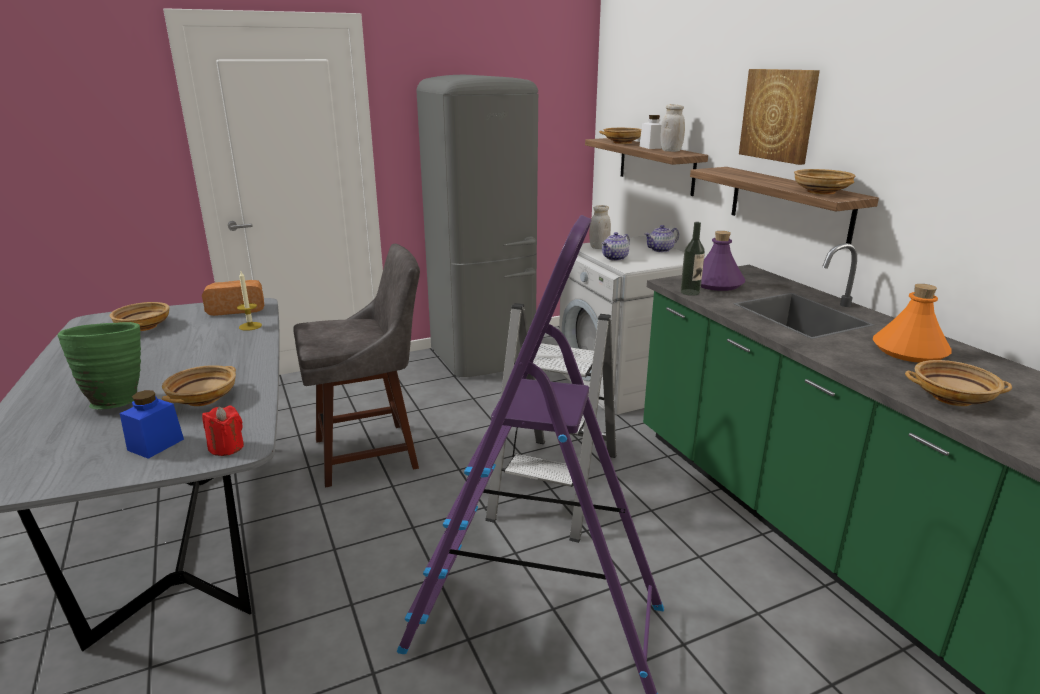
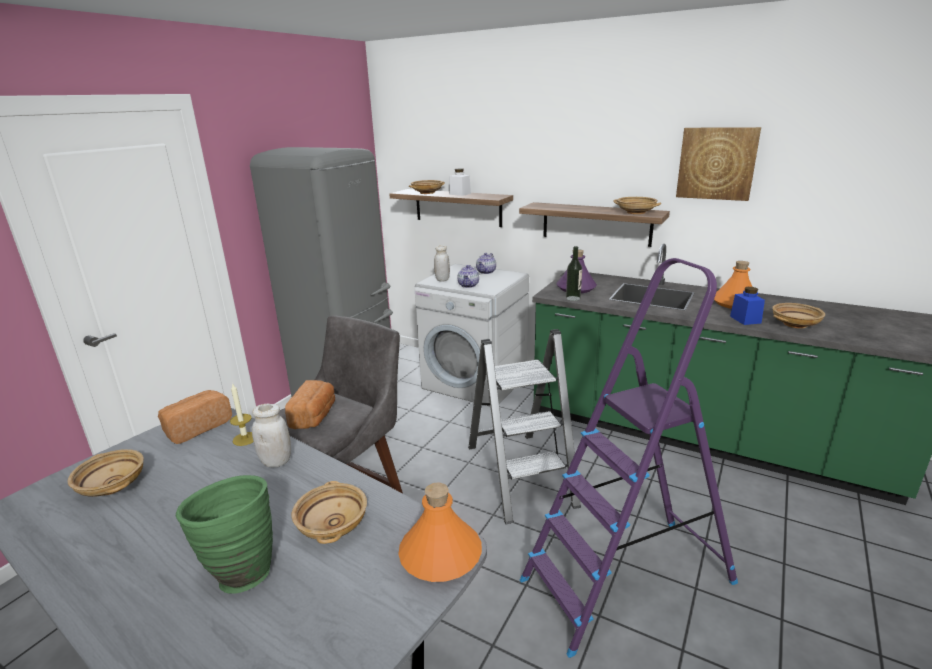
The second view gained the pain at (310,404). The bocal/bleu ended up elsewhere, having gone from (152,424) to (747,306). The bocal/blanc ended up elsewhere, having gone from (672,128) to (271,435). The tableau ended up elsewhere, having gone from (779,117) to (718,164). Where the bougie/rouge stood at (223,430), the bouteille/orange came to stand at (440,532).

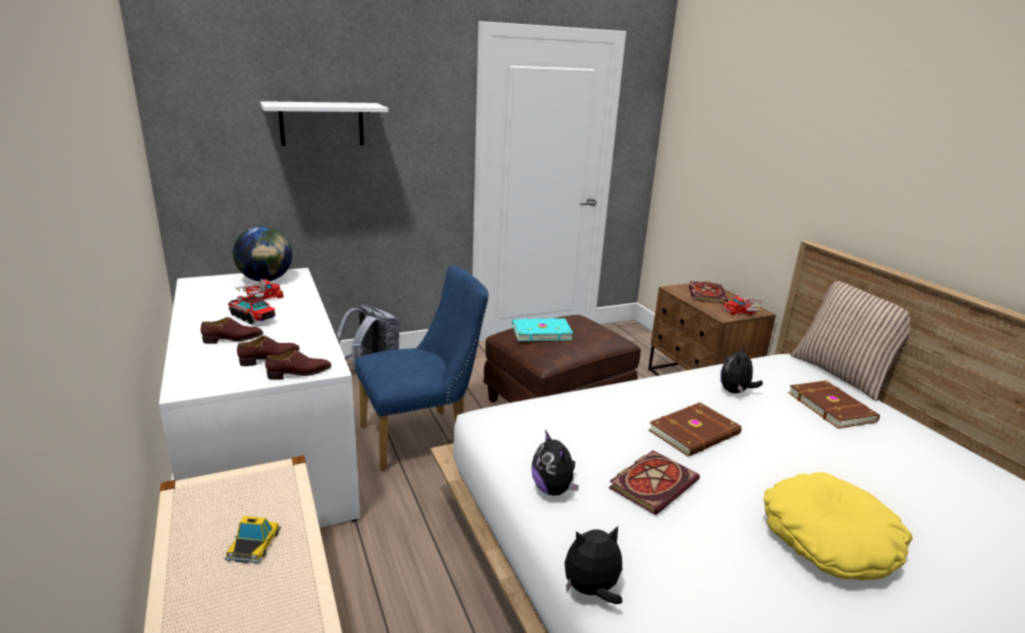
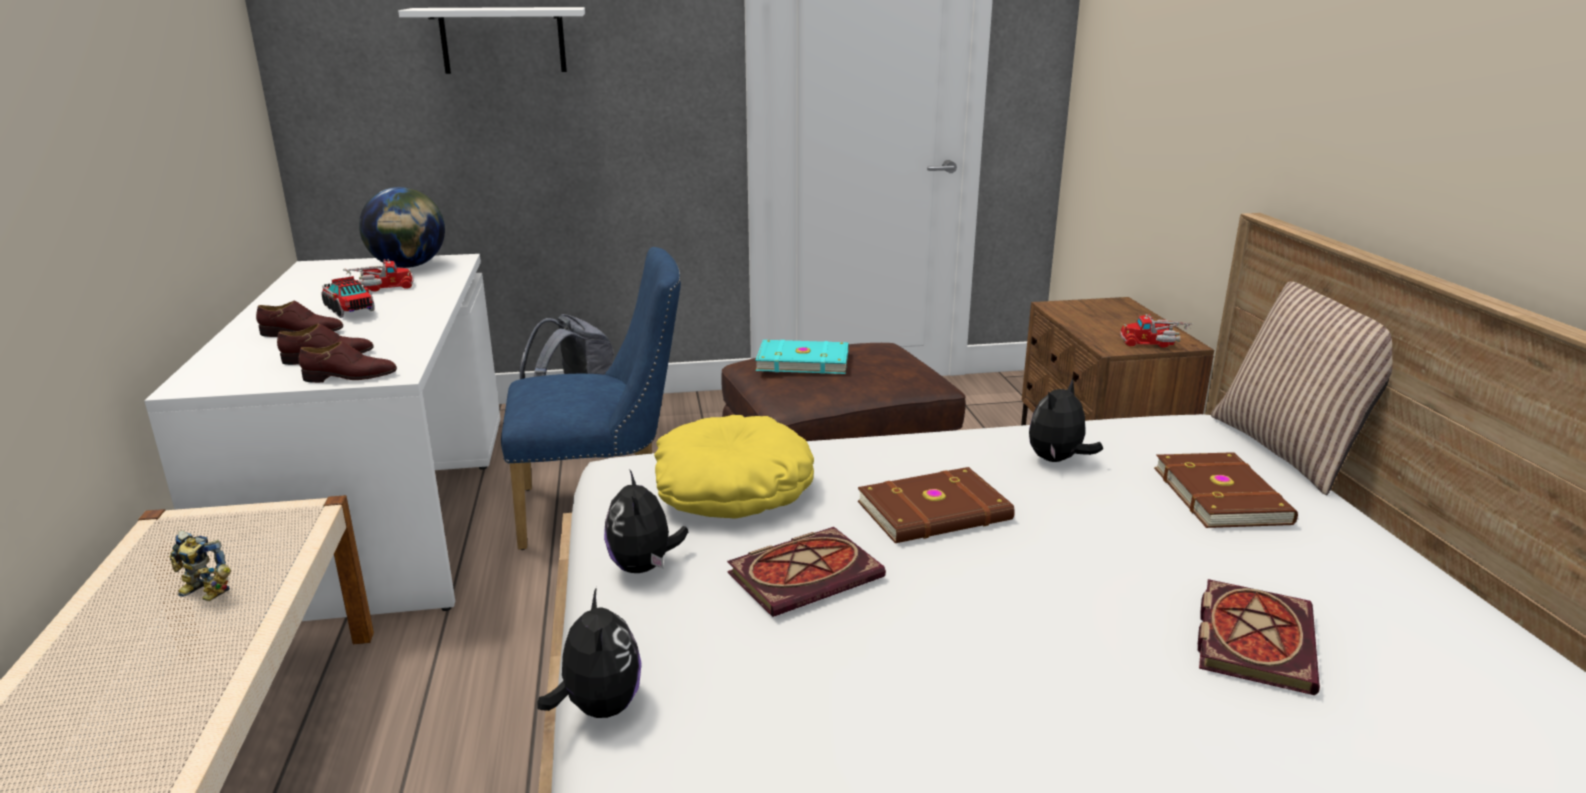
The livre ended up elsewhere, having gone from (708,292) to (1259,637). The coussin/jaune ended up elsewhere, having gone from (838,526) to (734,467). Where the petite voiture stood at (253,540), the robot jouet came to stand at (200,565). The peluche at (593,565) ended up facing another way, 75 degrees clockwise from before.

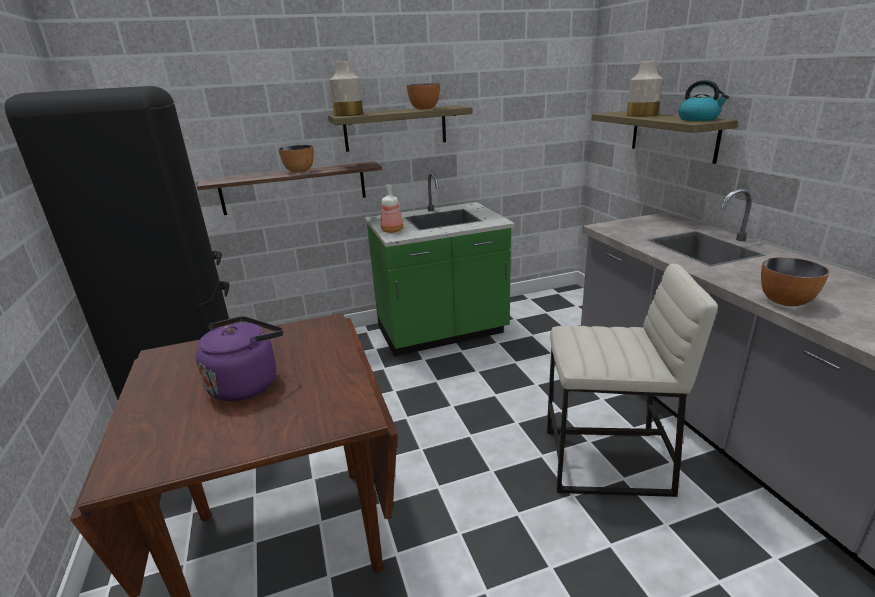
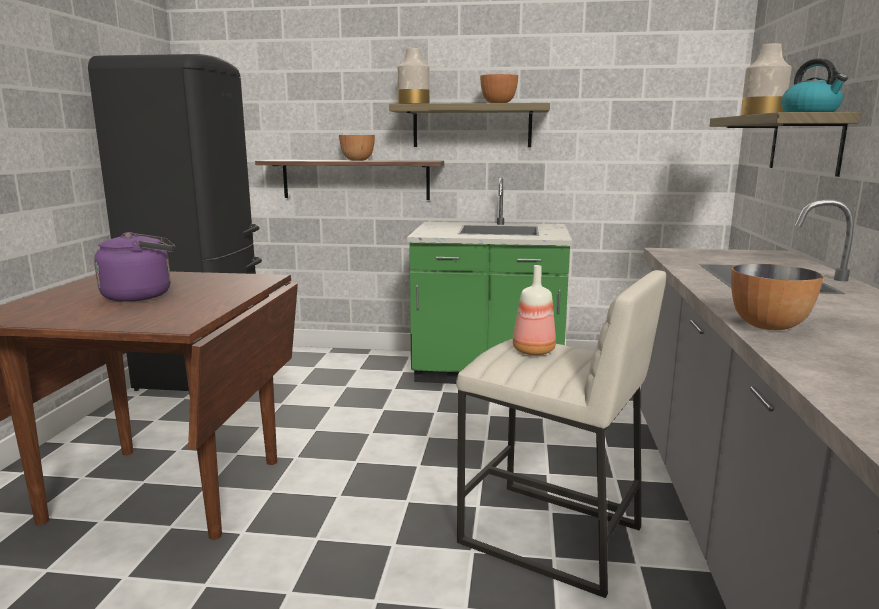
The bouteille ended up elsewhere, having gone from (392,208) to (534,310).

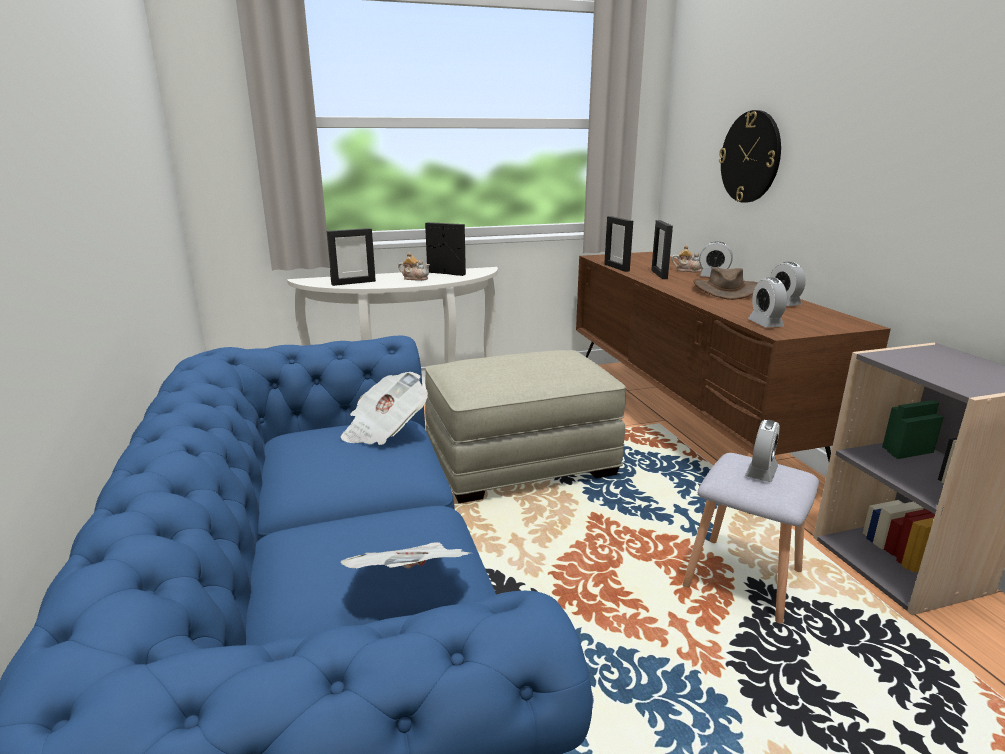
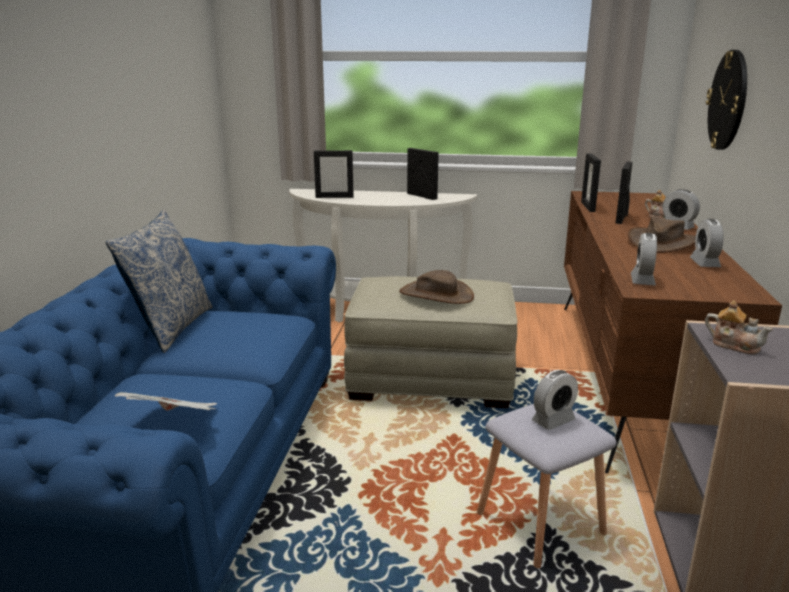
The second view lost the journal at (384,408). The second view gained the coussin at (159,281). The second view gained the chapeau/marron at (436,287). The théière ended up elsewhere, having gone from (414,266) to (739,327).

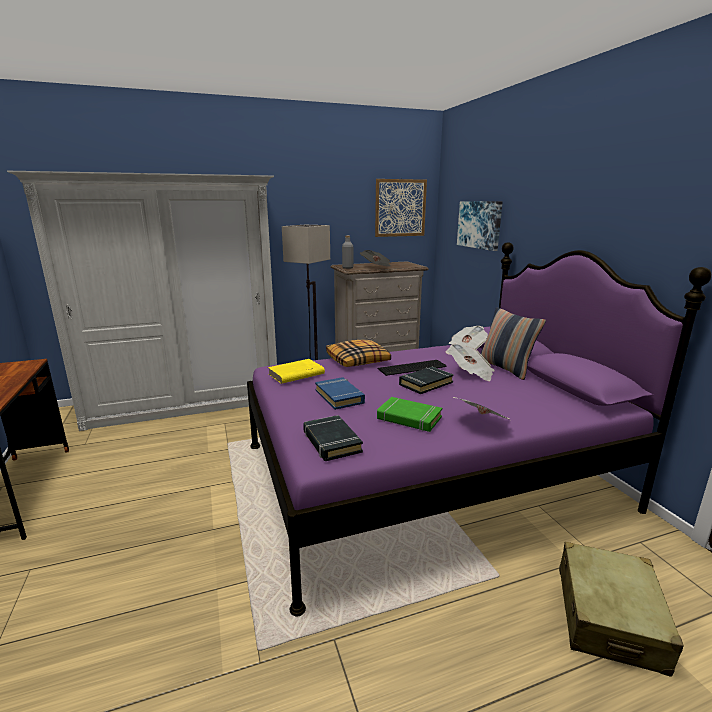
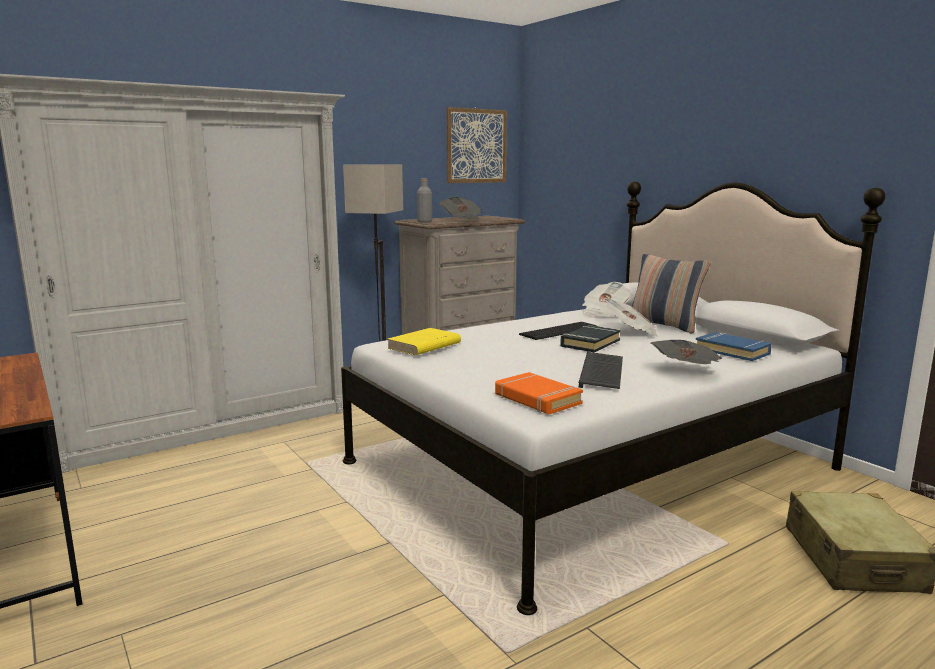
The second view lost the coussin at (358,353). The second view lost the tableau at (480,226). The livre/bleu ended up elsewhere, having gone from (340,393) to (734,346). Where the livre/vert stood at (409,414), the clavier came to stand at (601,370). What was the lit/violet at (479,429) turned into the lit/blanc at (613,398). What was the livre/noir at (333,438) turned into the livre/orange at (539,393).

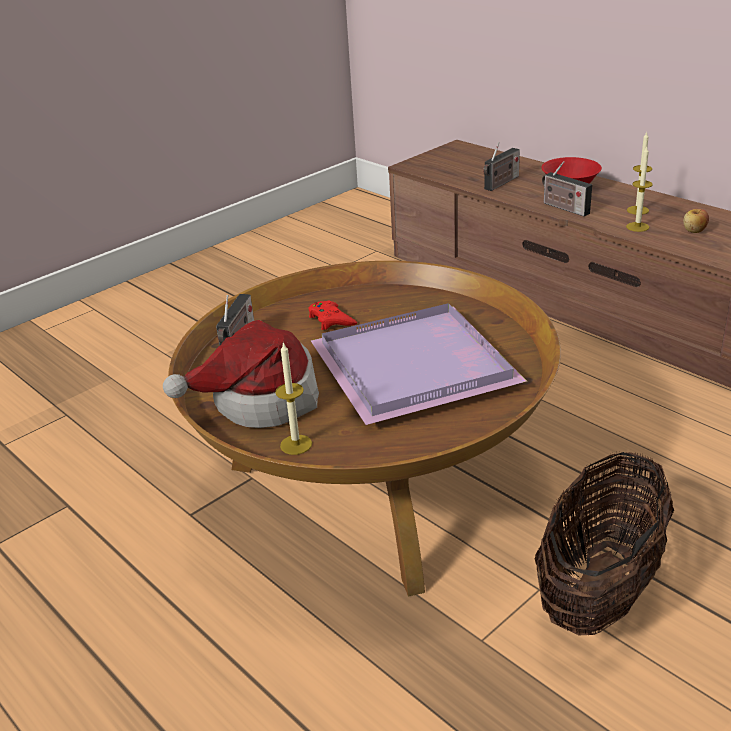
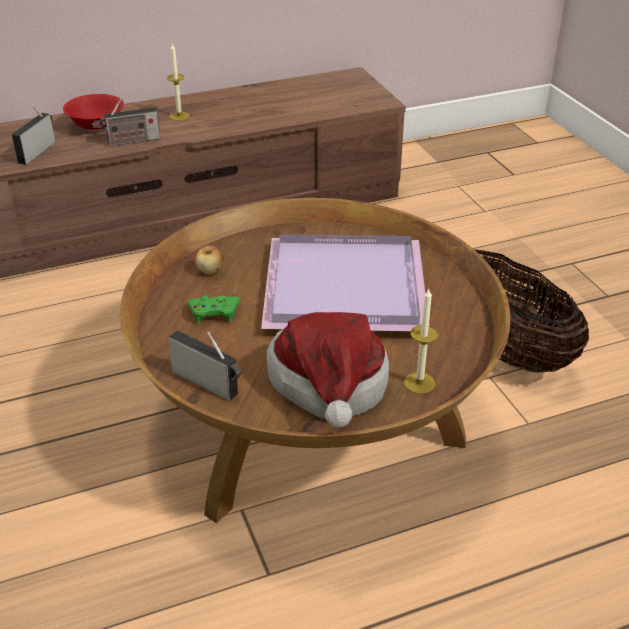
The second view lost the bougie at (639,189). The pomme ended up elsewhere, having gone from (696,221) to (209,260). What was the manette/rouge at (333,315) turned into the manette/vert at (214,310). The radio at (501,166) ended up facing another way, 135 degrees counterclockwise from before.

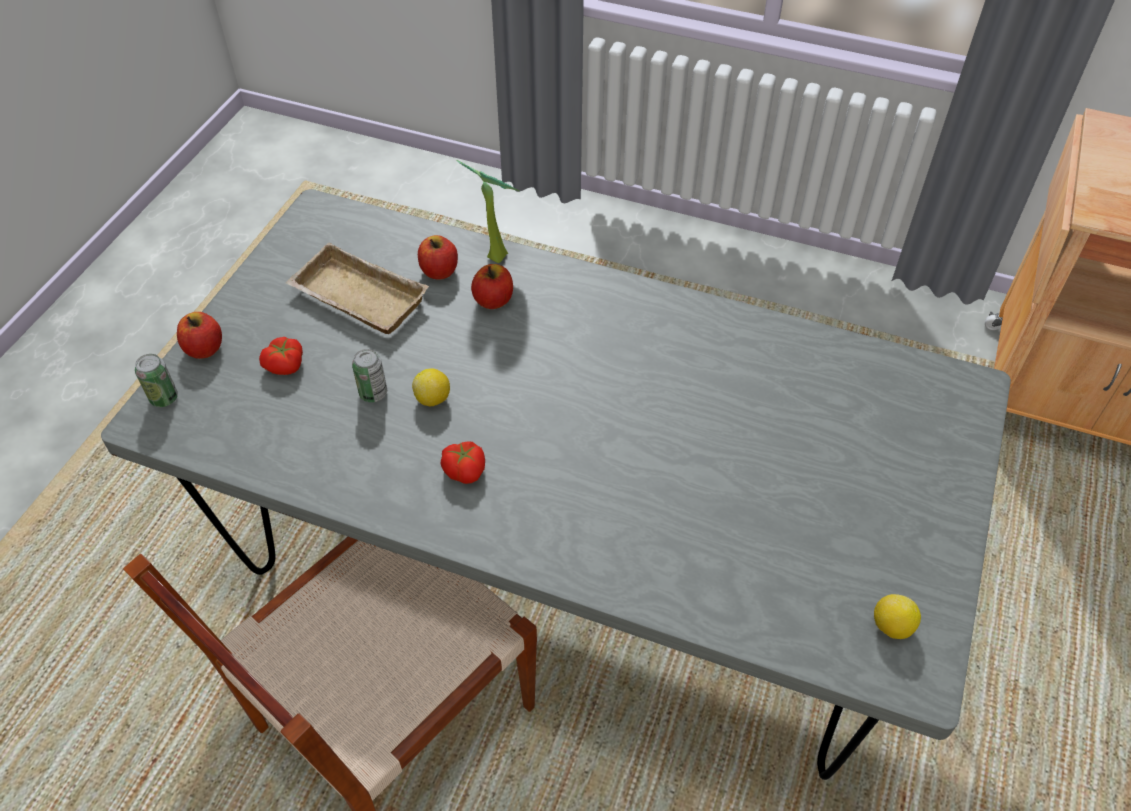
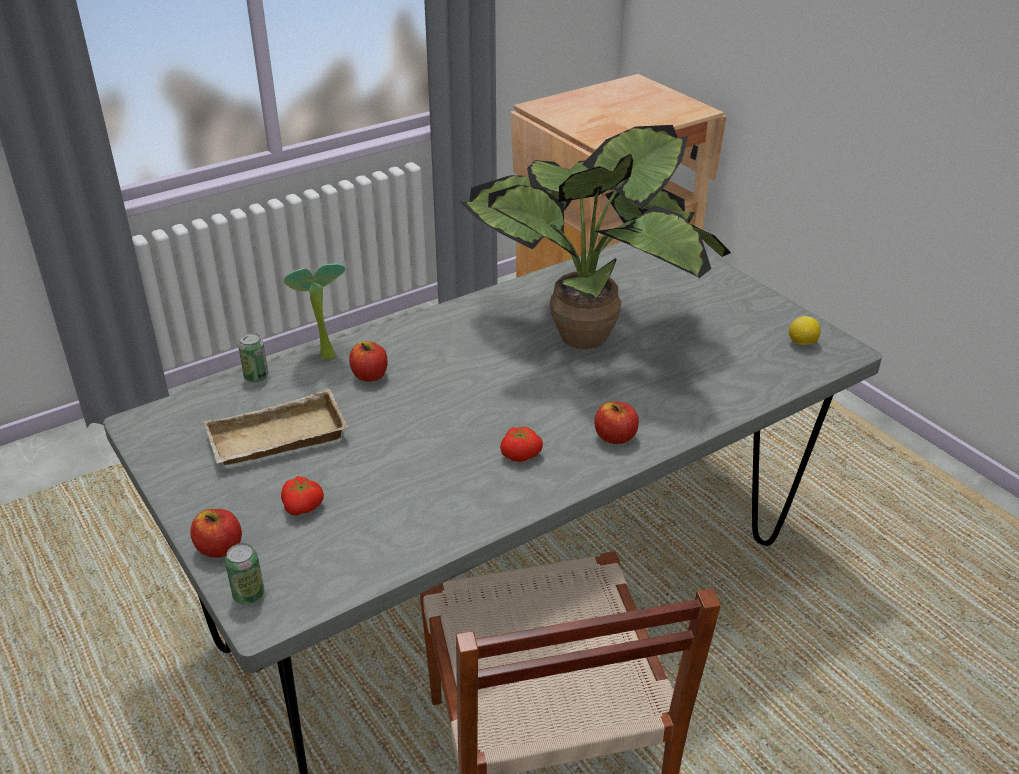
The second view lost the citron at (431,387). The second view gained the plante en pot at (595,237). The boîte métallique ended up elsewhere, having gone from (369,376) to (253,357). The pomme ended up elsewhere, having gone from (438,257) to (616,423).

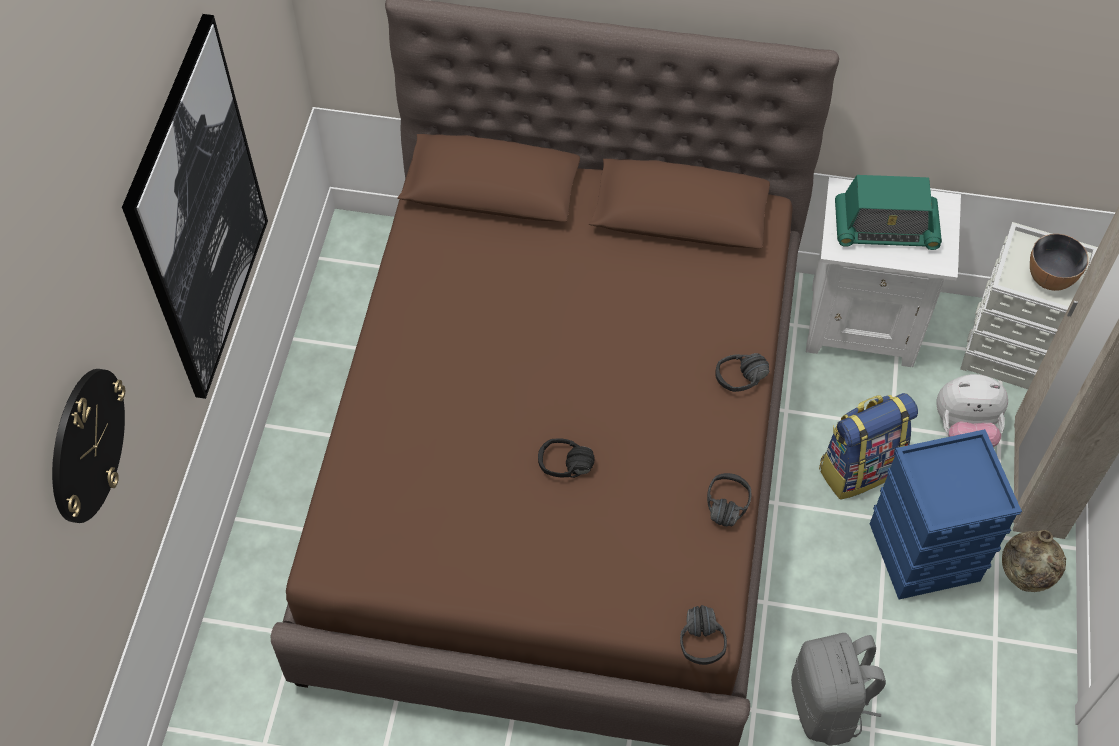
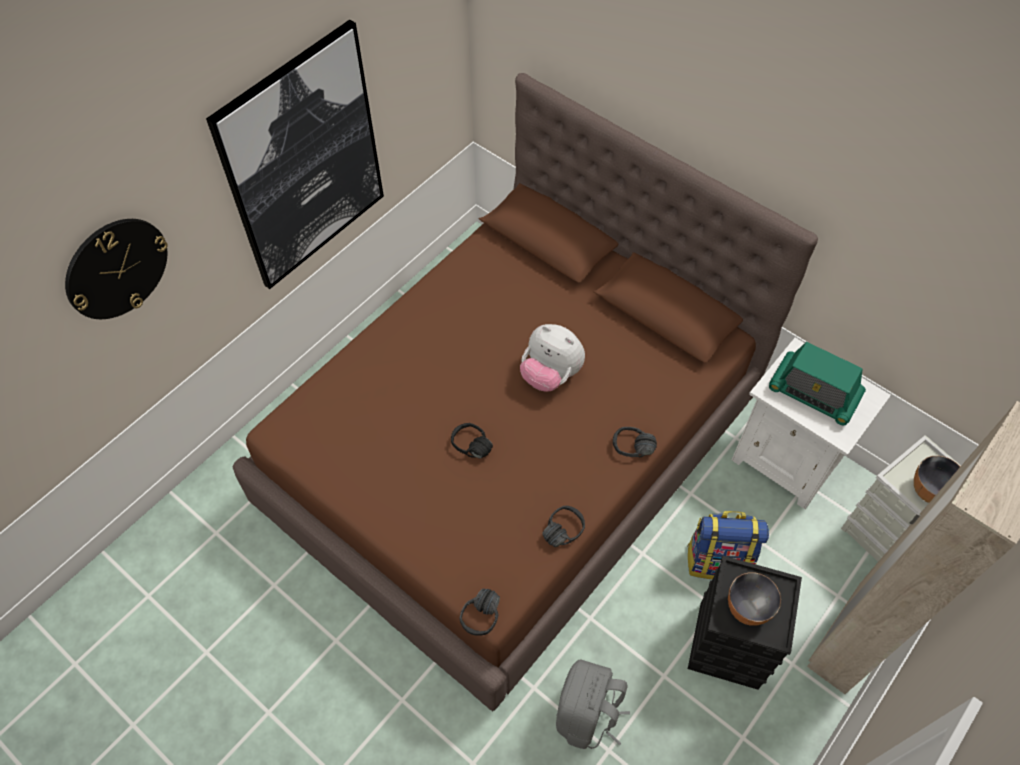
The second view lost the vase/beige at (1034,561). The second view gained the bol at (754,599). The peluche ended up elsewhere, having gone from (972,410) to (552,358). What was the boîte de rangement/bleu at (946,514) turned into the boîte de rangement/noir at (745,623).

